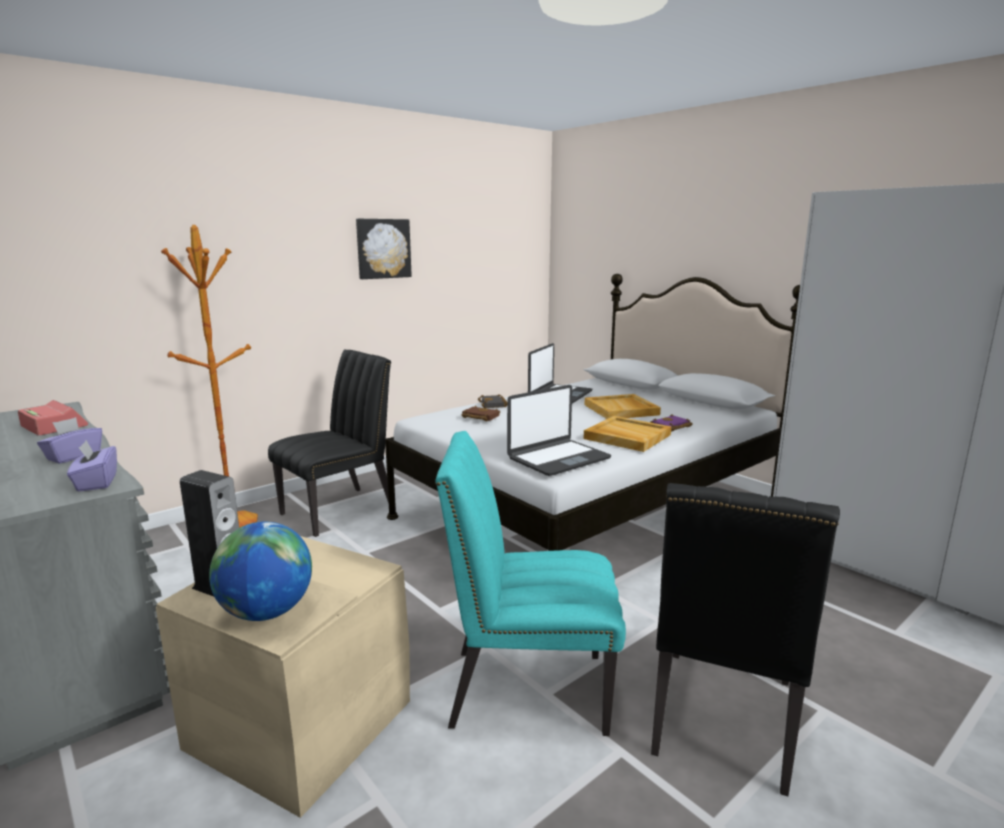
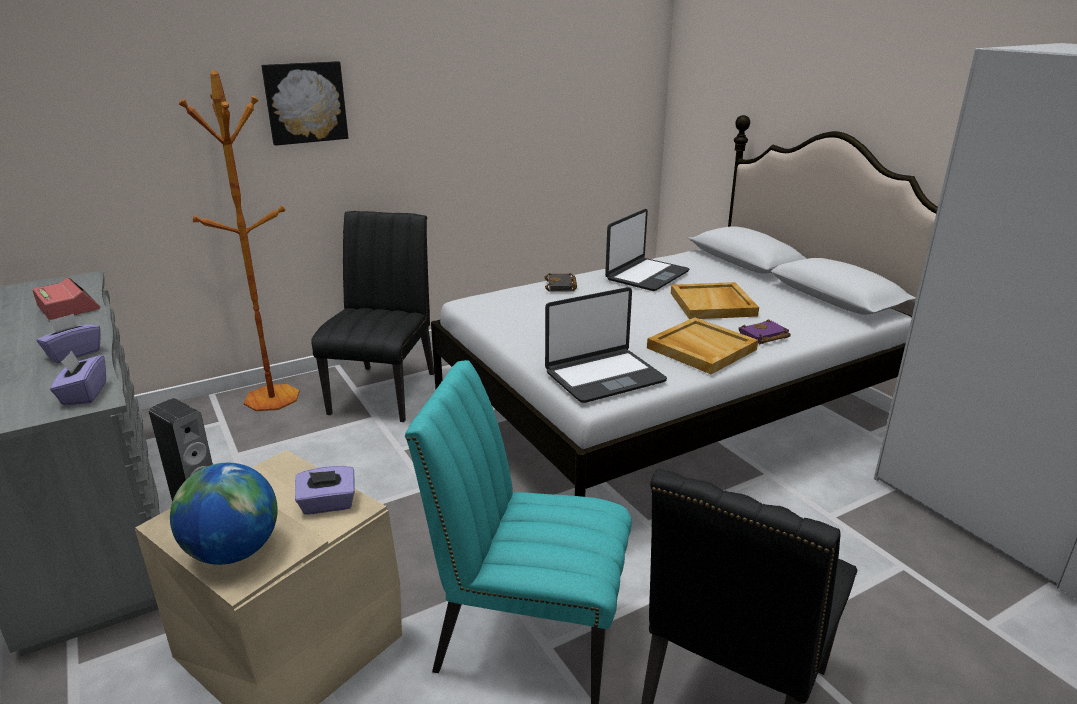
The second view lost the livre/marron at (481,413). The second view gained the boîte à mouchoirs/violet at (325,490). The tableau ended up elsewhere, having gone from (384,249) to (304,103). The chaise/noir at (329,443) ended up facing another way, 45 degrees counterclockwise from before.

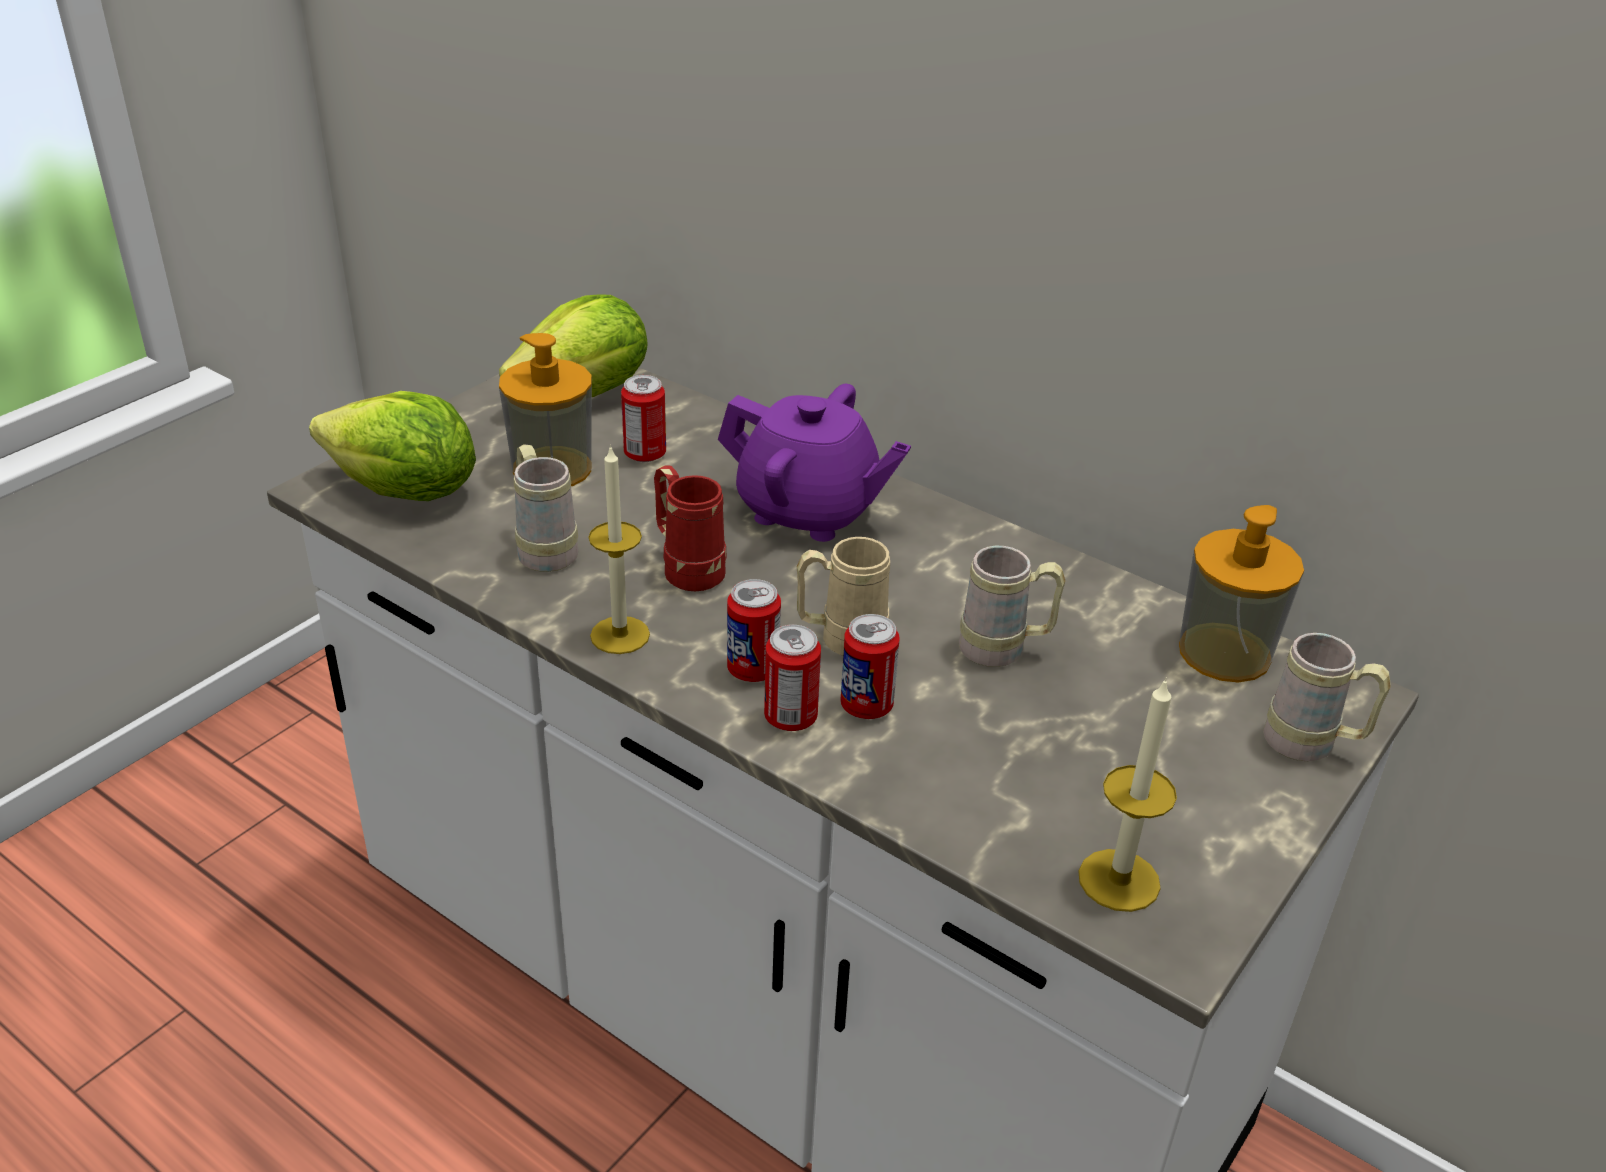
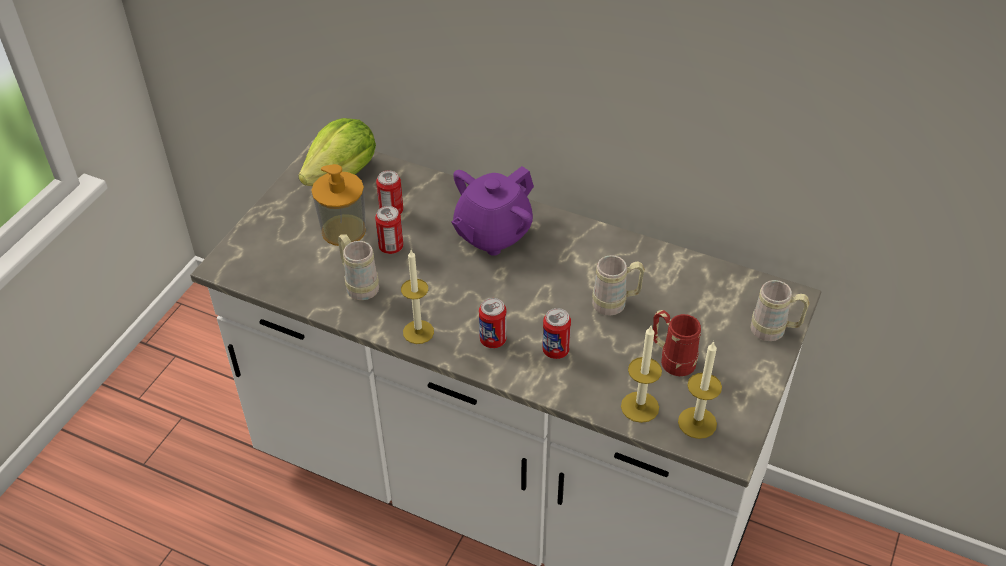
The second view lost the laitue at (392,446). The second view lost the mug/beige at (843,596). The second view lost the distributeur de savon at (1241,594). The second view gained the bougie at (641,374). The mug/rouge ended up elsewhere, having gone from (690,528) to (677,343). The boîte métallique ended up elsewhere, having gone from (792,678) to (389,230). The théière/violet at (814,463) ended up facing another way, 120 degrees clockwise from before.

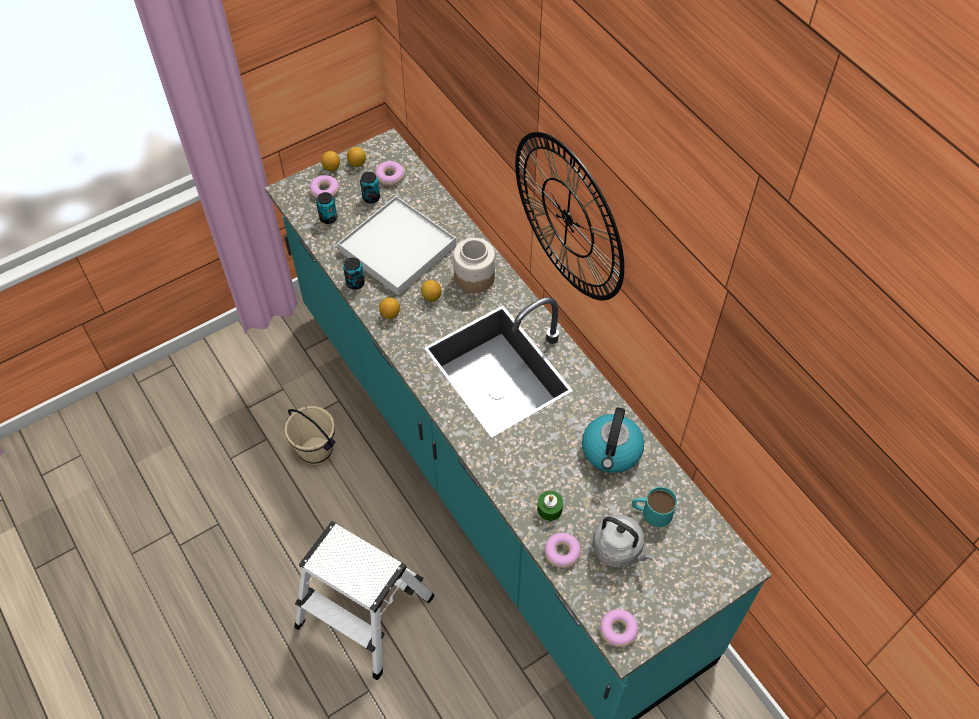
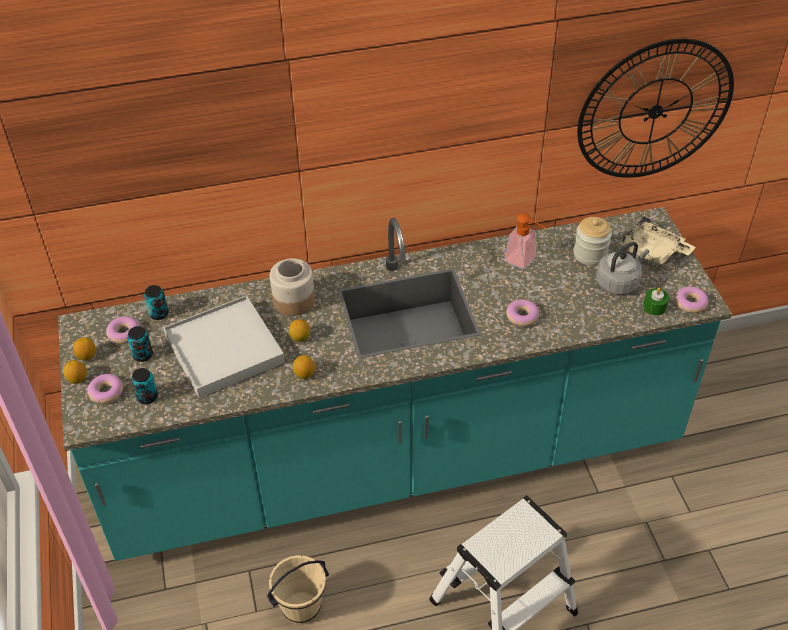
The second view gained the plateau/beige at (657,240). The boîte métallique ended up elsewhere, having gone from (354,273) to (156,302). The horloge murale ended up elsewhere, having gone from (569,216) to (655,108). The bougie/vert ended up elsewhere, having gone from (550,506) to (656,302). The beignet ended up elsewhere, having gone from (562,550) to (522,313). Where the bouilloire stood at (613,440), the distributeur de savon came to stand at (525,241). Where the mug/turquoise stood at (654,507), the bocal came to stand at (592,241).

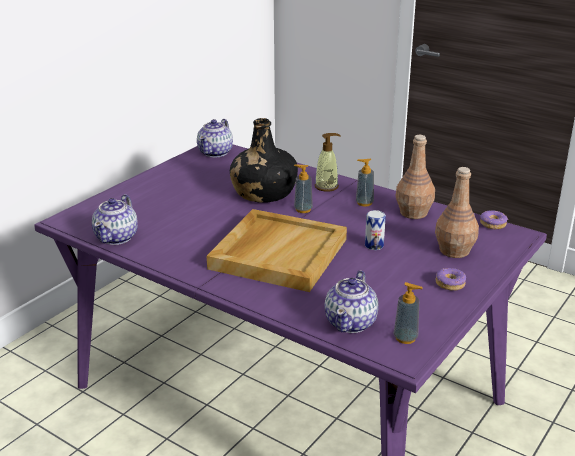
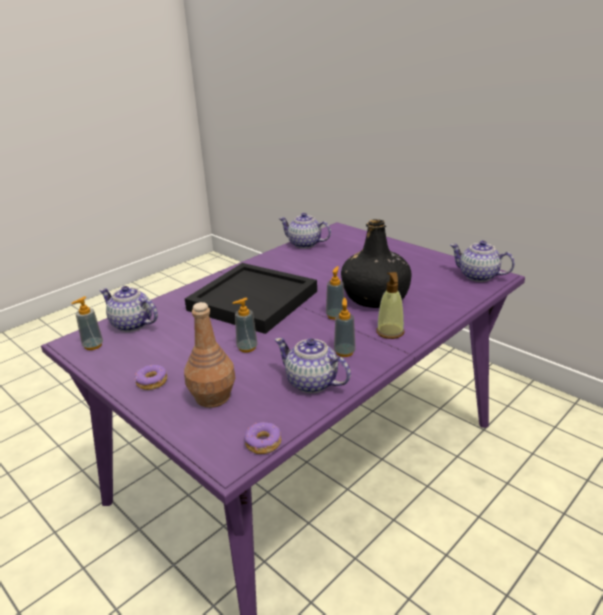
Where the boîte métallique stood at (375,230), the distributeur de savon came to stand at (245,325). Where the bouteille/marron stood at (415,177), the théière came to stand at (313,365). What was the plateau/beige at (276,250) turned into the plateau/noir at (251,298).

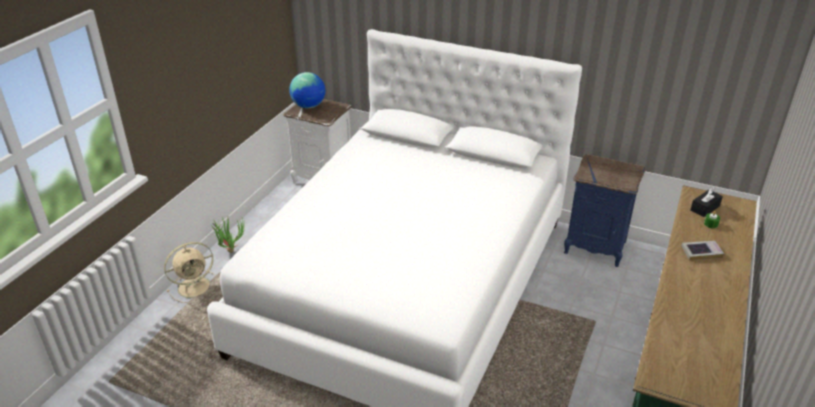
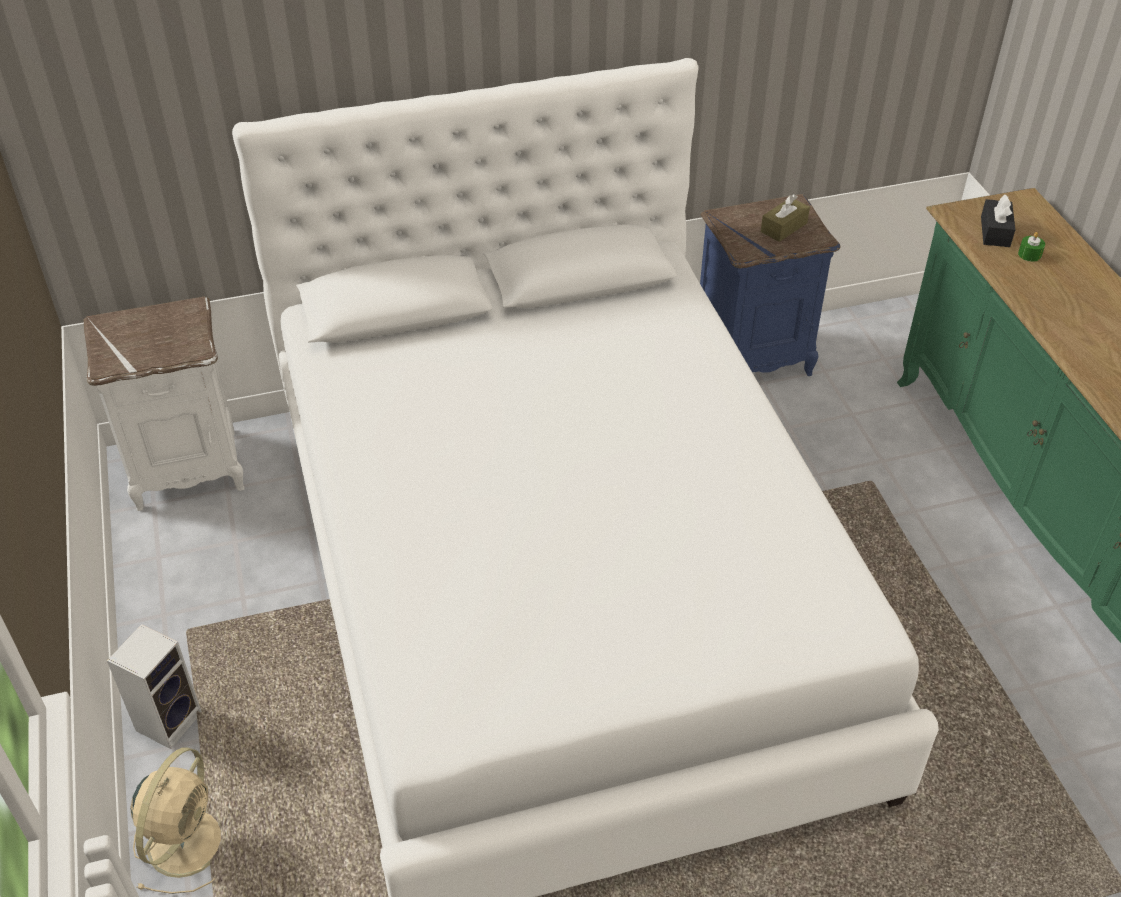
The second view lost the globe at (307,90). The second view lost the livre at (702,250). The second view gained the boîte à mouchoirs/marron at (785,218). Where the plante en pot stood at (227,235), the enceinte came to stand at (154,686).

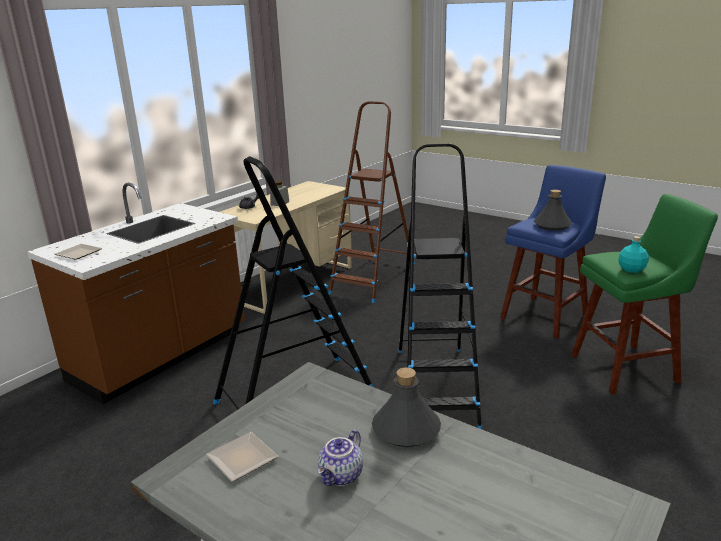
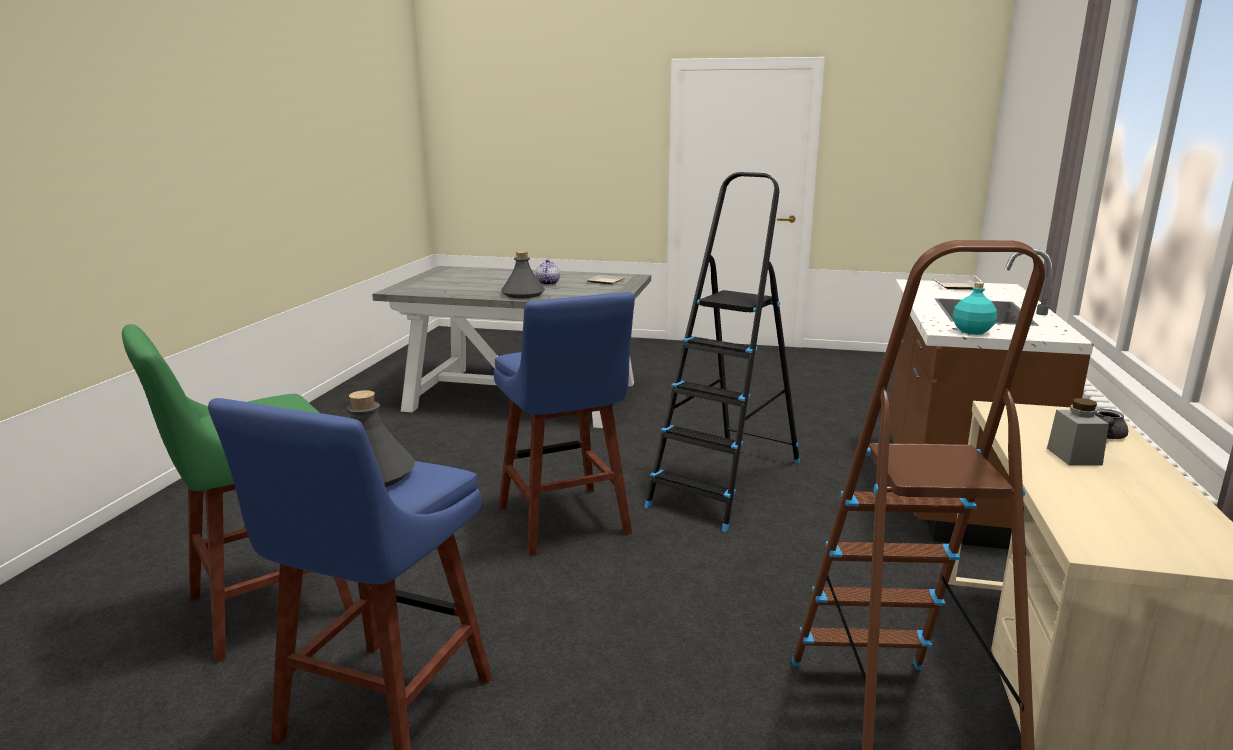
The bouteille/turquoise ended up elsewhere, having gone from (633,254) to (975,308). Where the escabeau/noir stood at (440,286), the tabouret/bleu came to stand at (564,424).

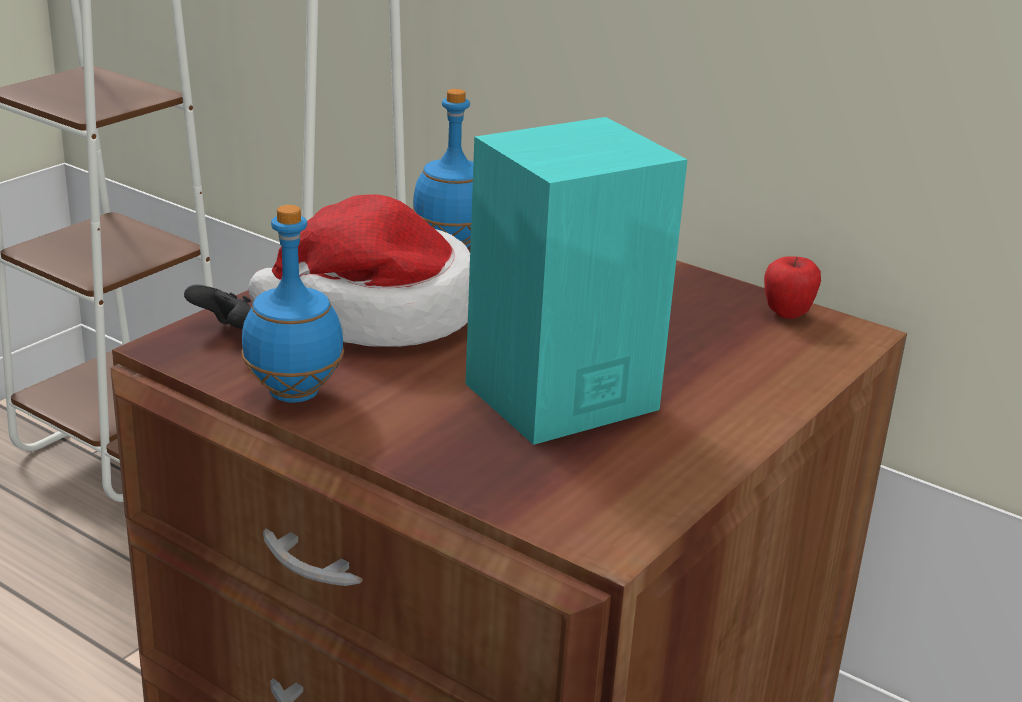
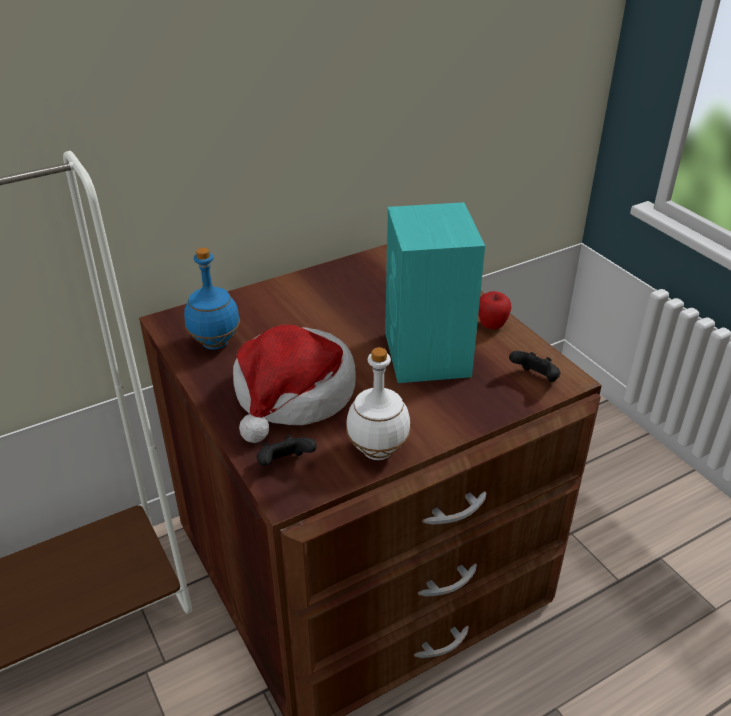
The second view gained the manette/noir at (535,366). The pomme ended up elsewhere, having gone from (792,287) to (495,310). What was the bouteille/bleu at (292,304) turned into the bouteille/blanc at (378,403).

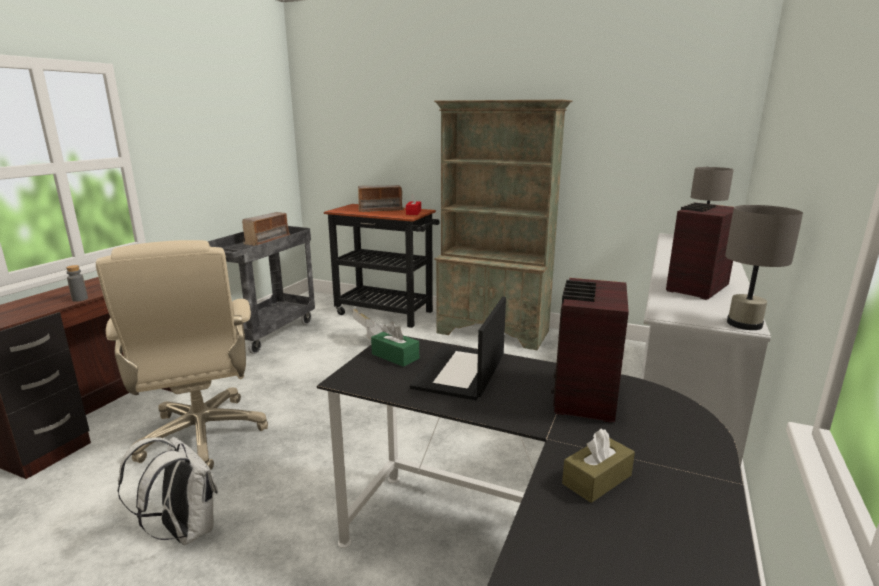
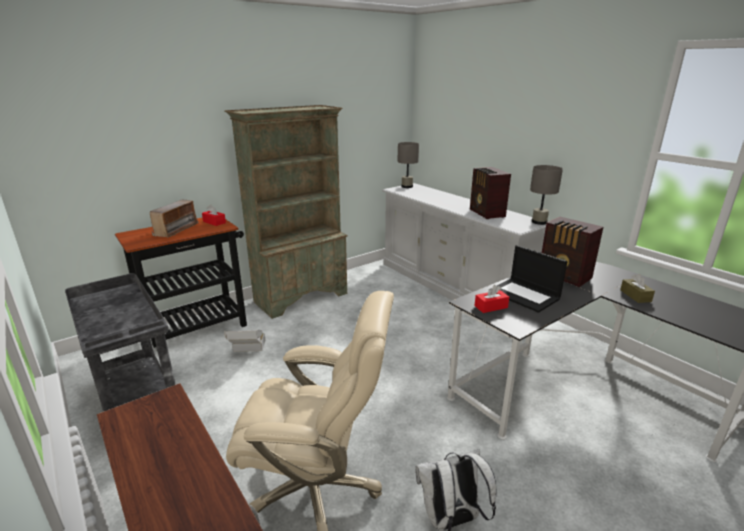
The second view lost the bouteille/gris at (77,283). The second view lost the radio at (266,229). What was the boîte à mouchoirs/vert at (395,344) turned into the boîte à mouchoirs/rouge at (492,299).

